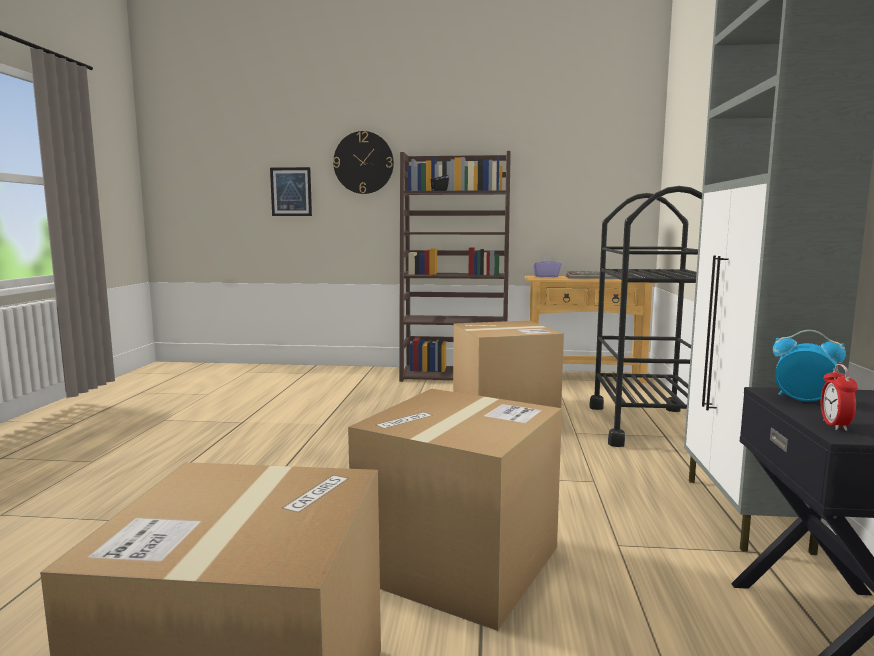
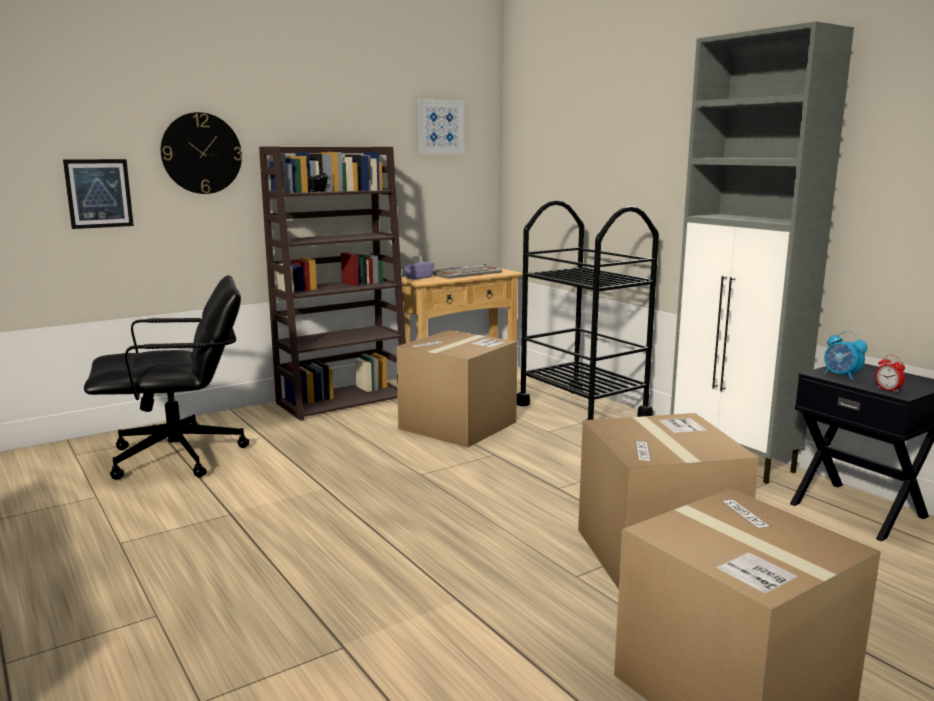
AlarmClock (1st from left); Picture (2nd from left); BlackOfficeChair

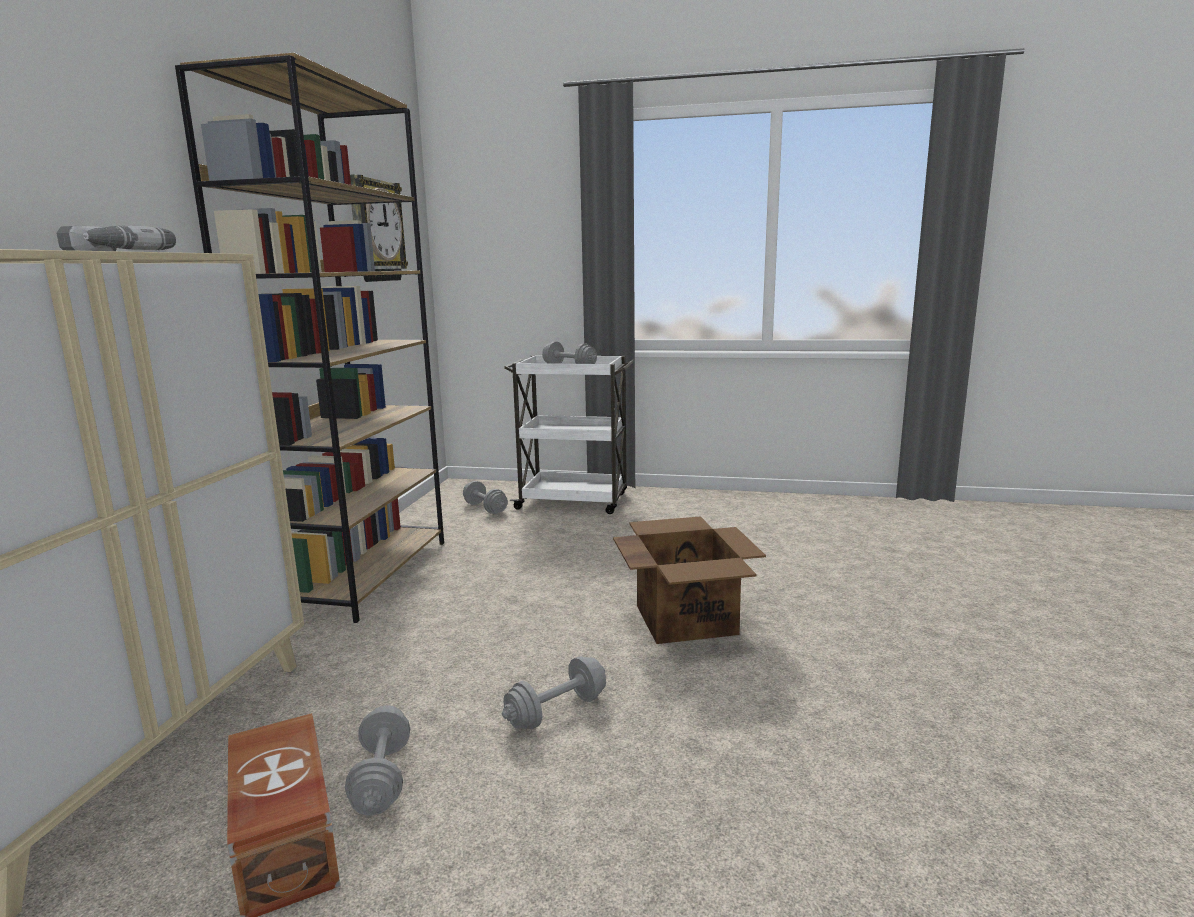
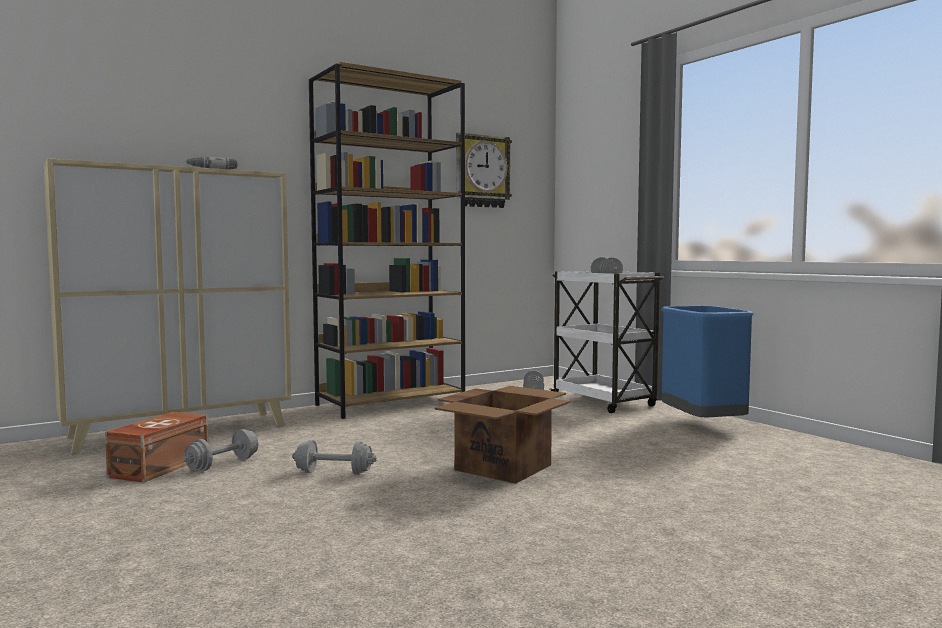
BlueRubbishBin

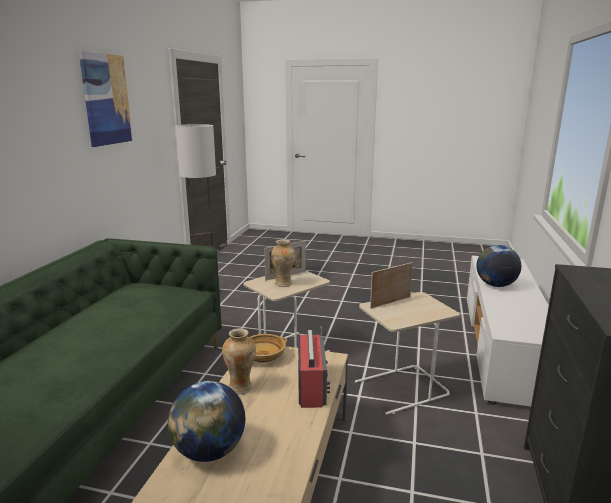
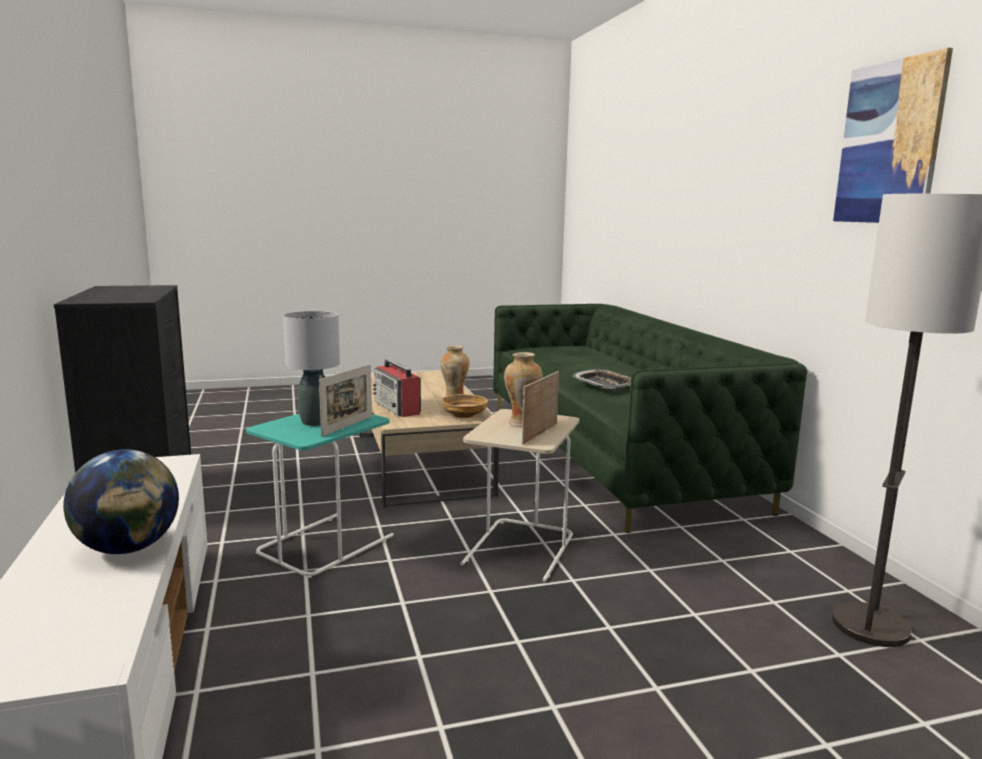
TurquoiseColouredEndTable; WorldGlobe (1st from left in the first image); GreyTableLamp; ServingTray

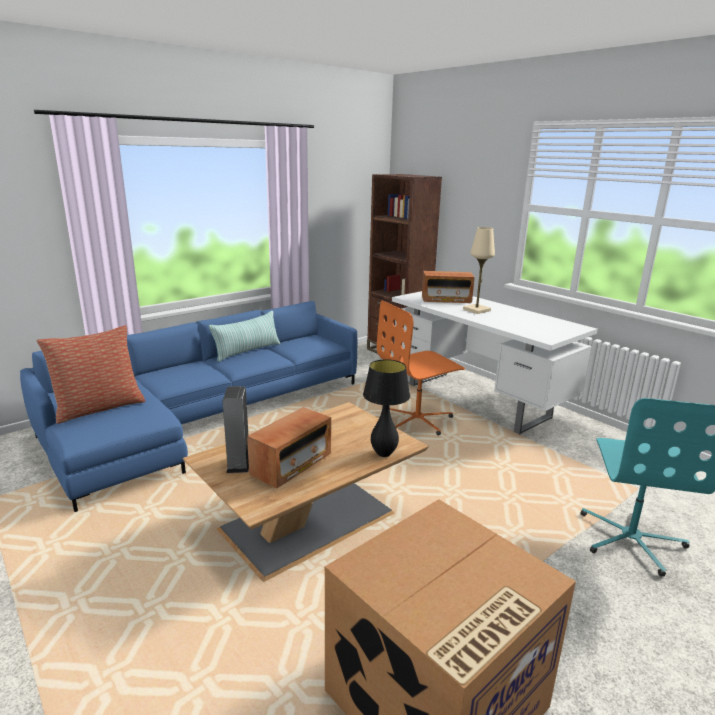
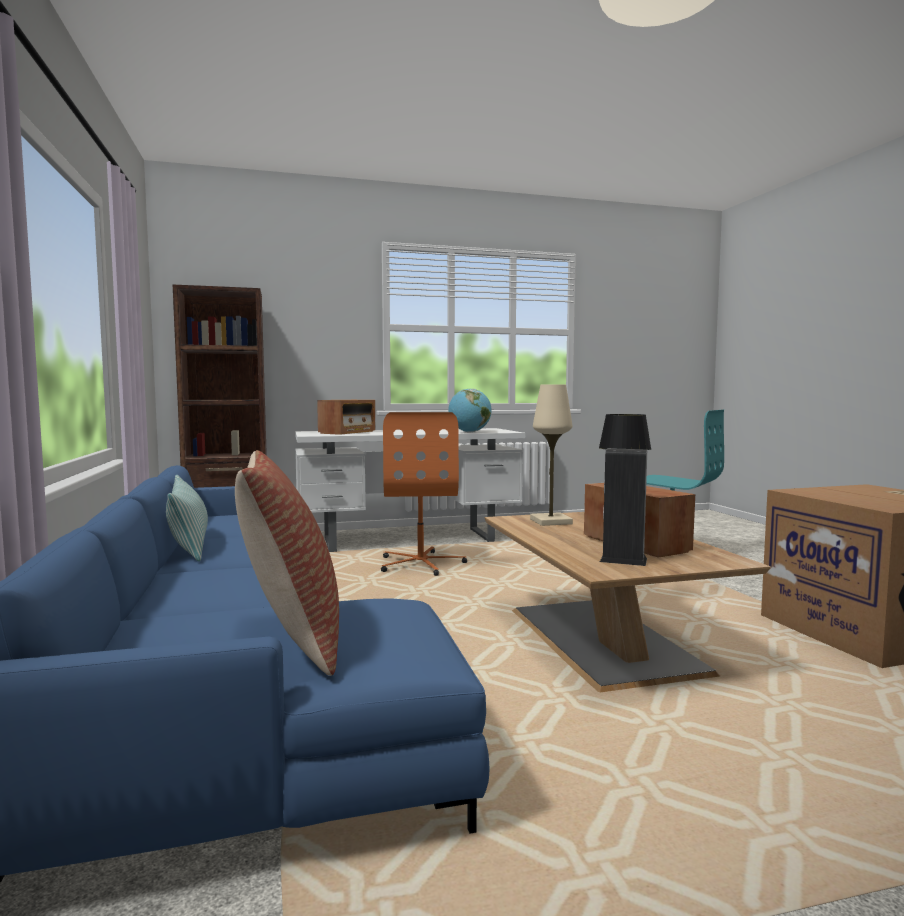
BeigeTableLamp; WorldGlobe

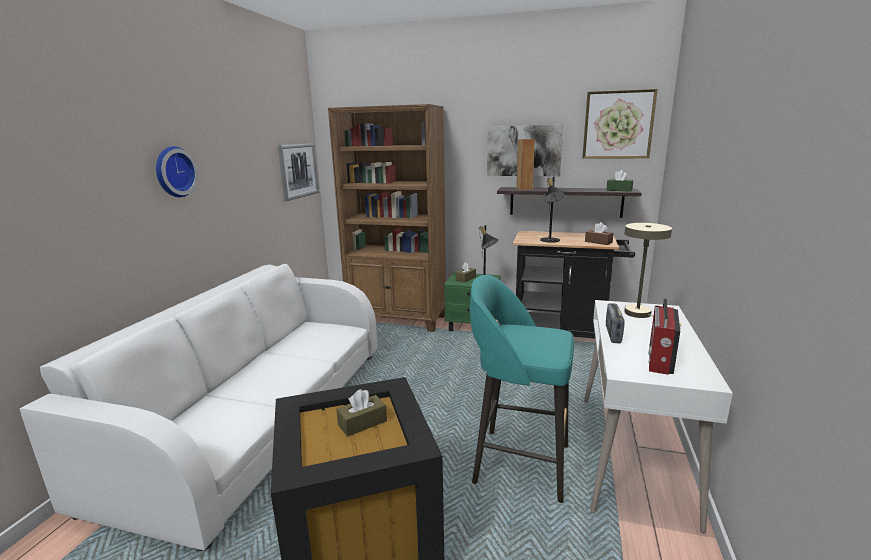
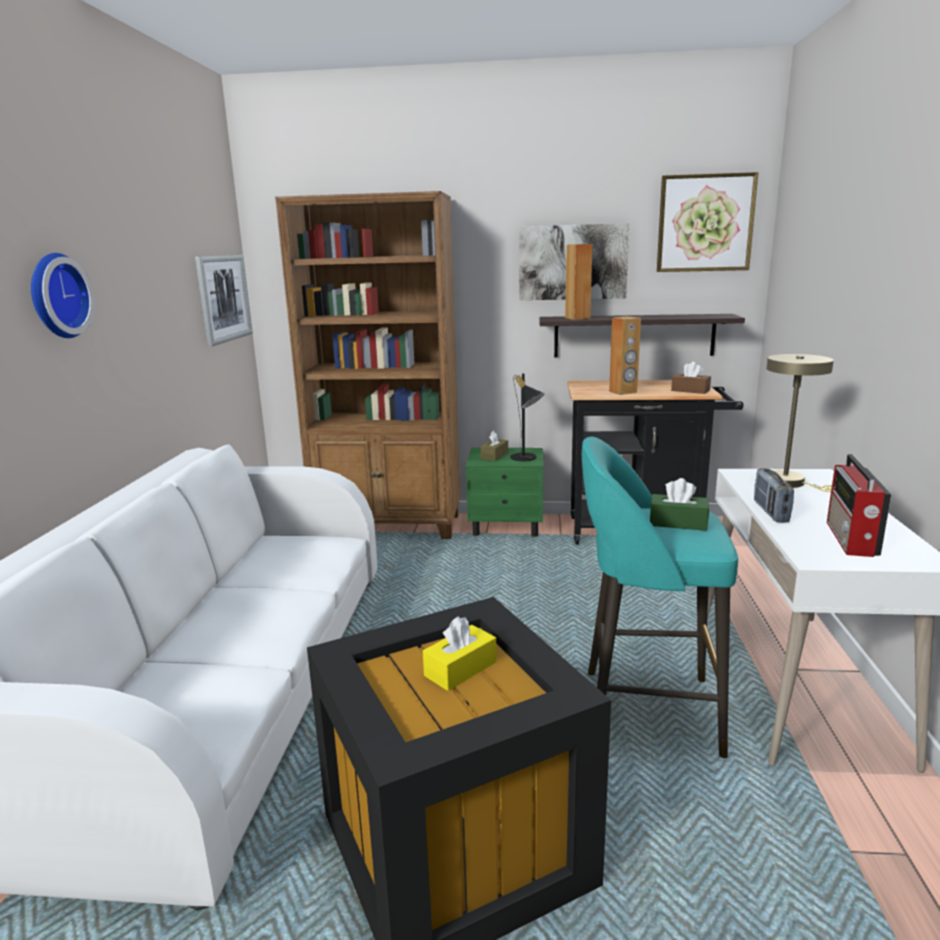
GreenTissueHolder; BrownSpeaker (2nd from left); YellowishTissueHolder

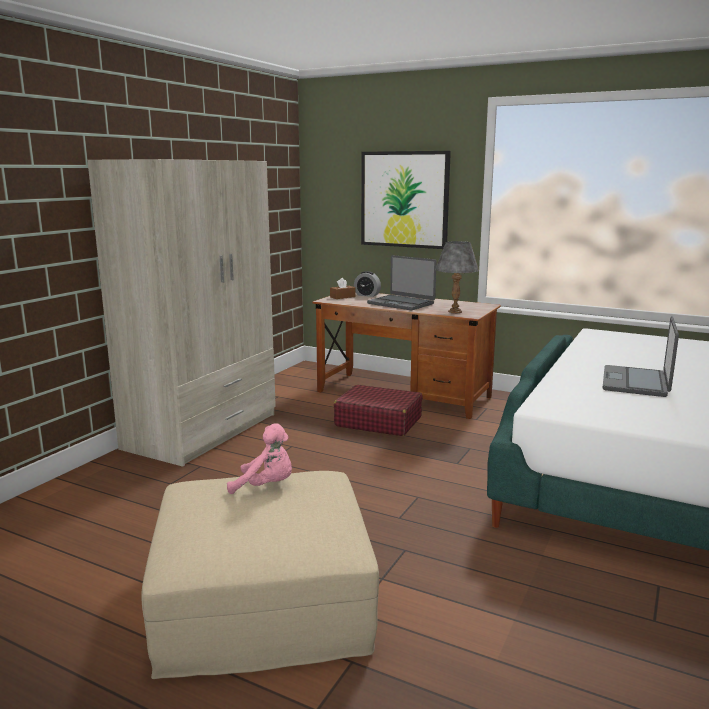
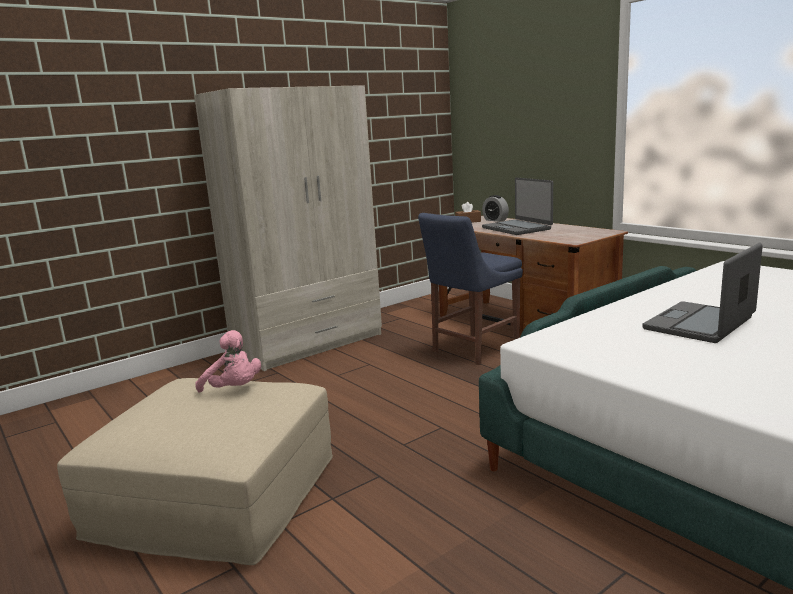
Picture; GreyTableLamp; BlueUprightChair

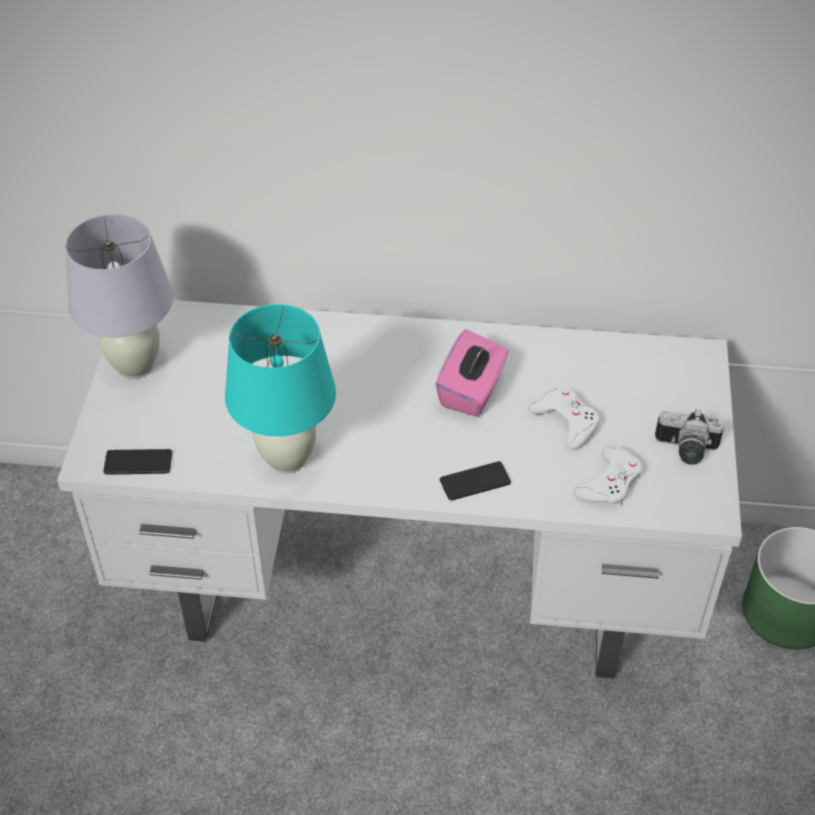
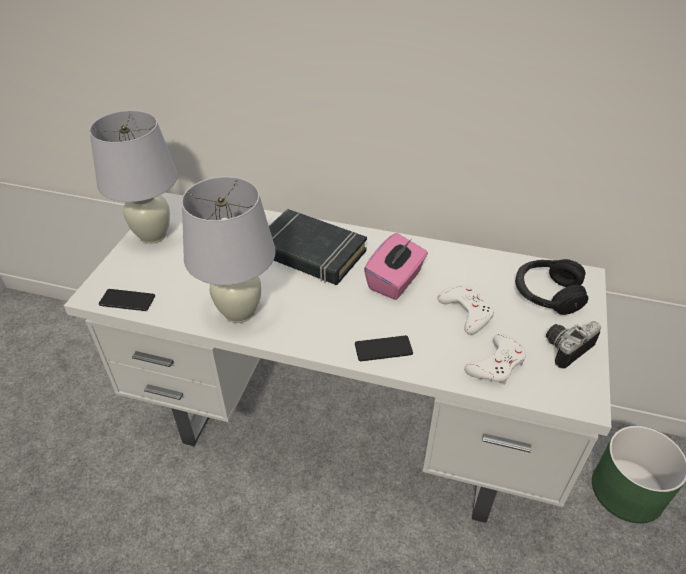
WhiteColouredTableLamp (2nd from left); PhotoCamera; BlackBook; BlackPairOfHeadphones

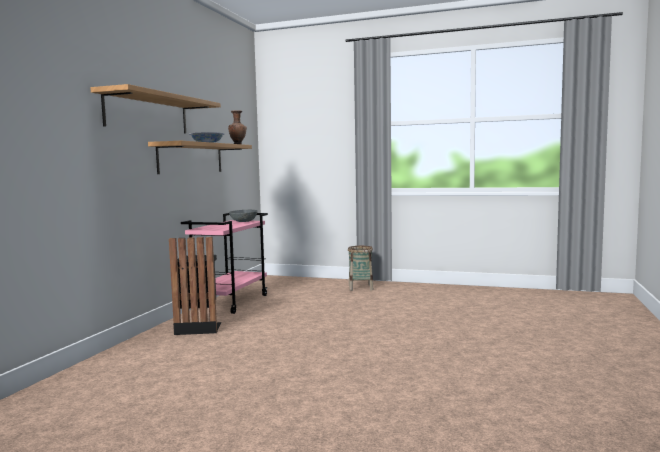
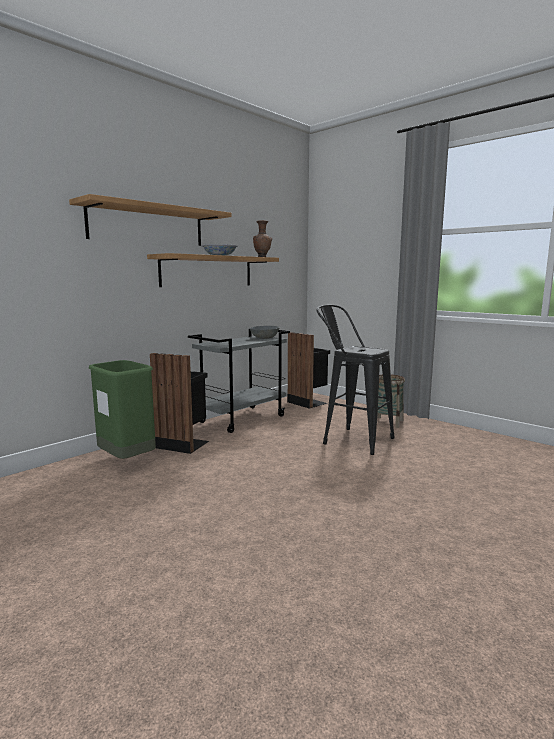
GreyWheeledCart; BlackStool; BlackRubbishBin (2nd from left); GreenRubbishBin

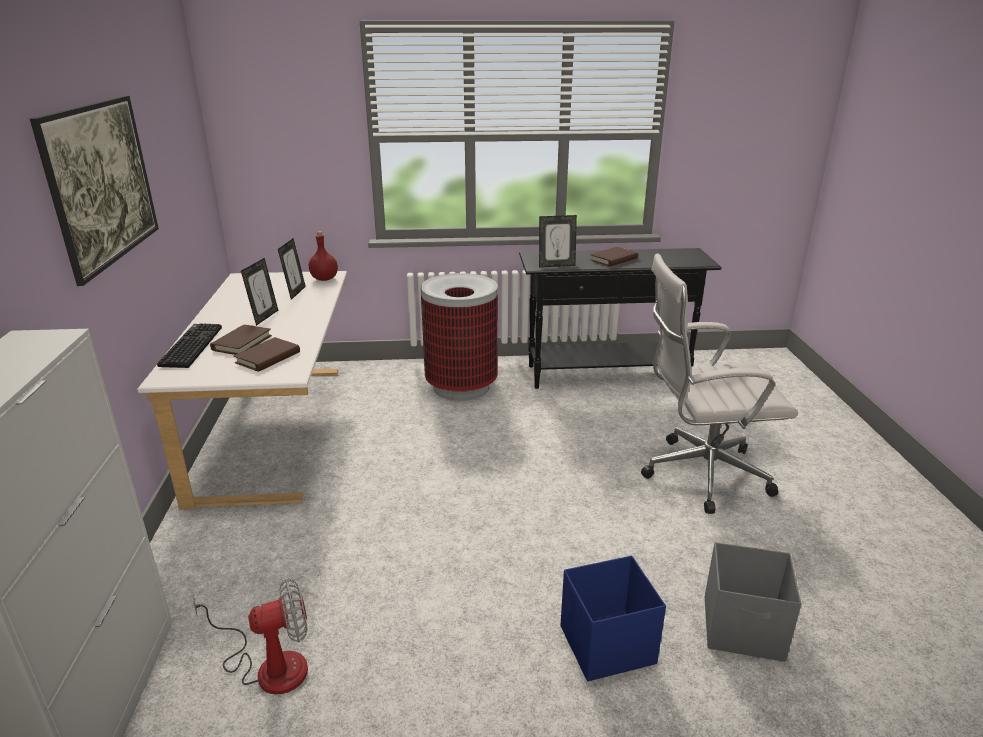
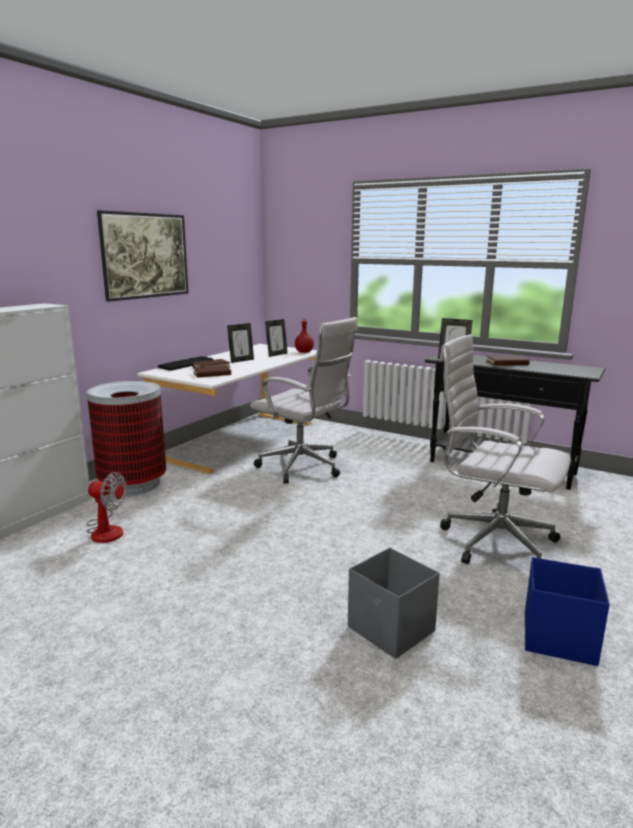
RubbishBin; BlueStorageContainer; WhiteColouredOfficeChair (1st from left)

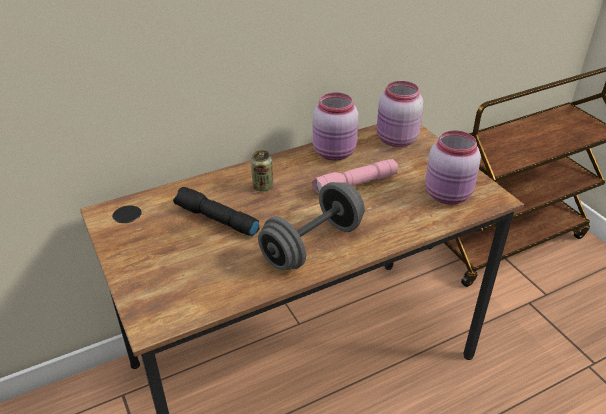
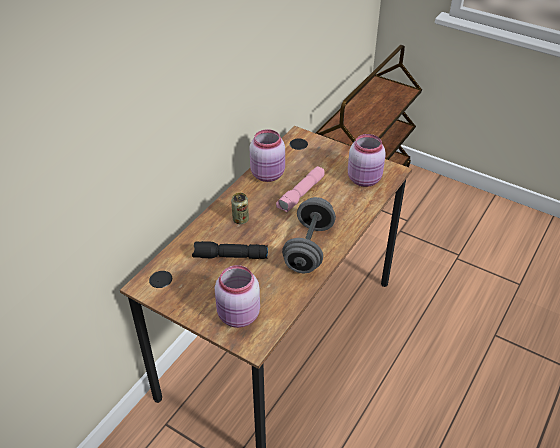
PinkishStorageJar (1st from left)

